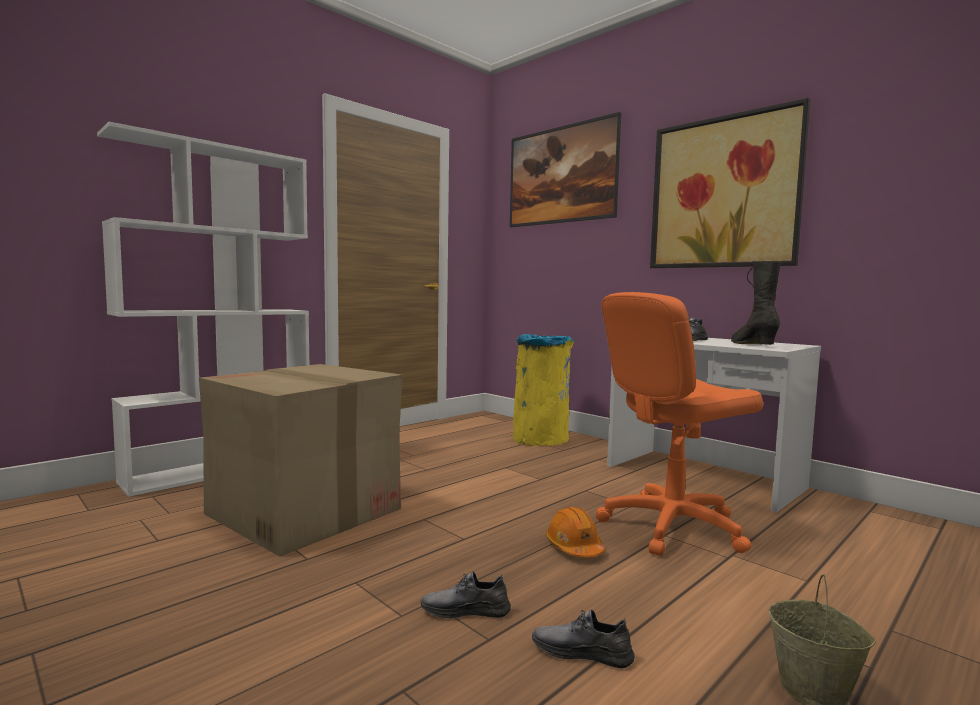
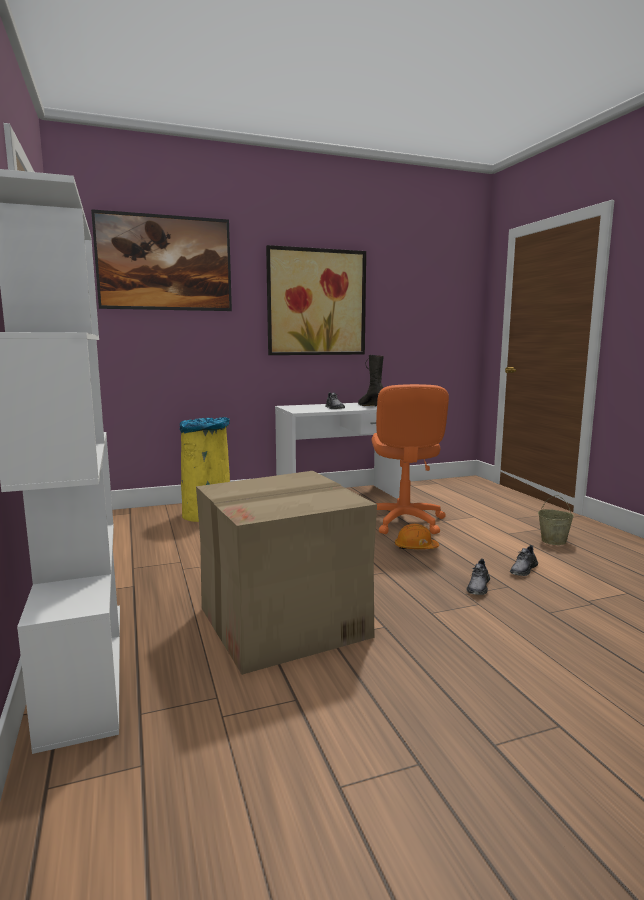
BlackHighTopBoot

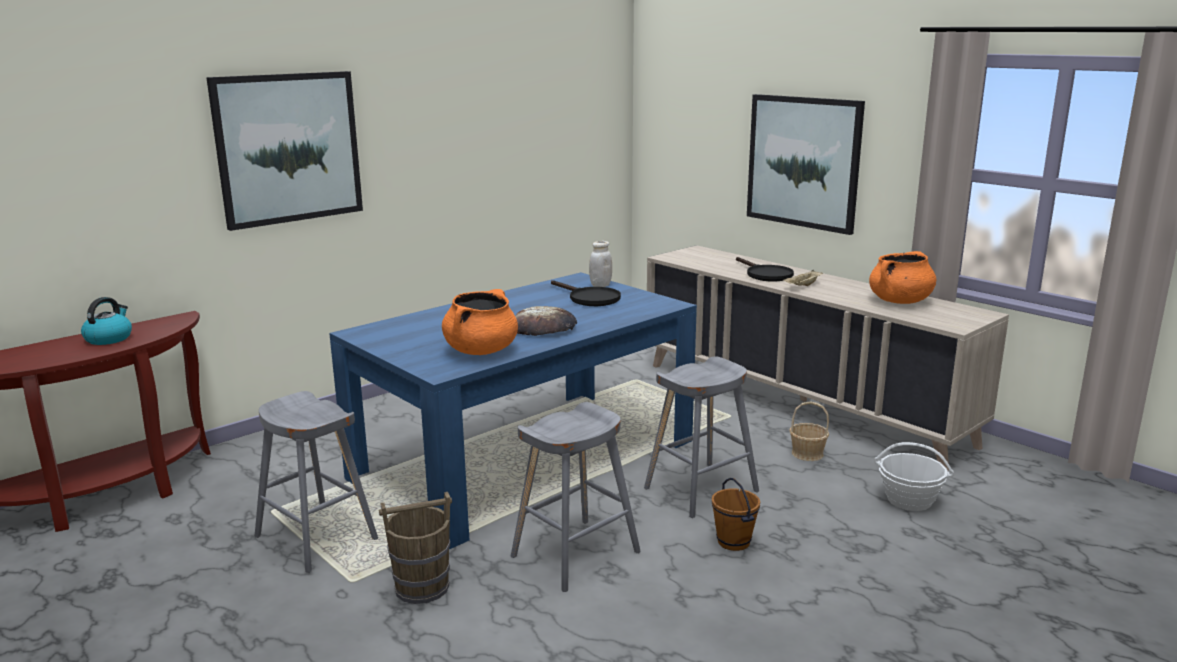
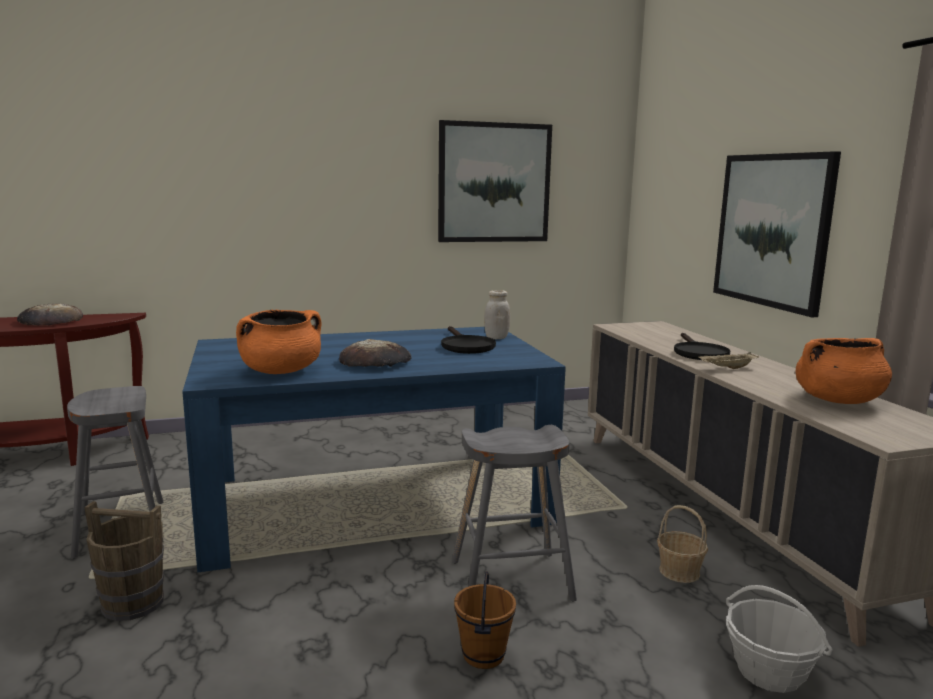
Picture (1st from left); Bread (1st from left); GreyStool (2nd from left in the first image)

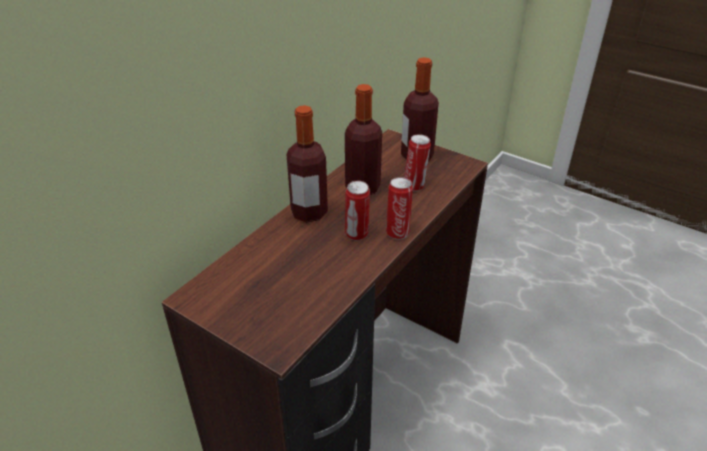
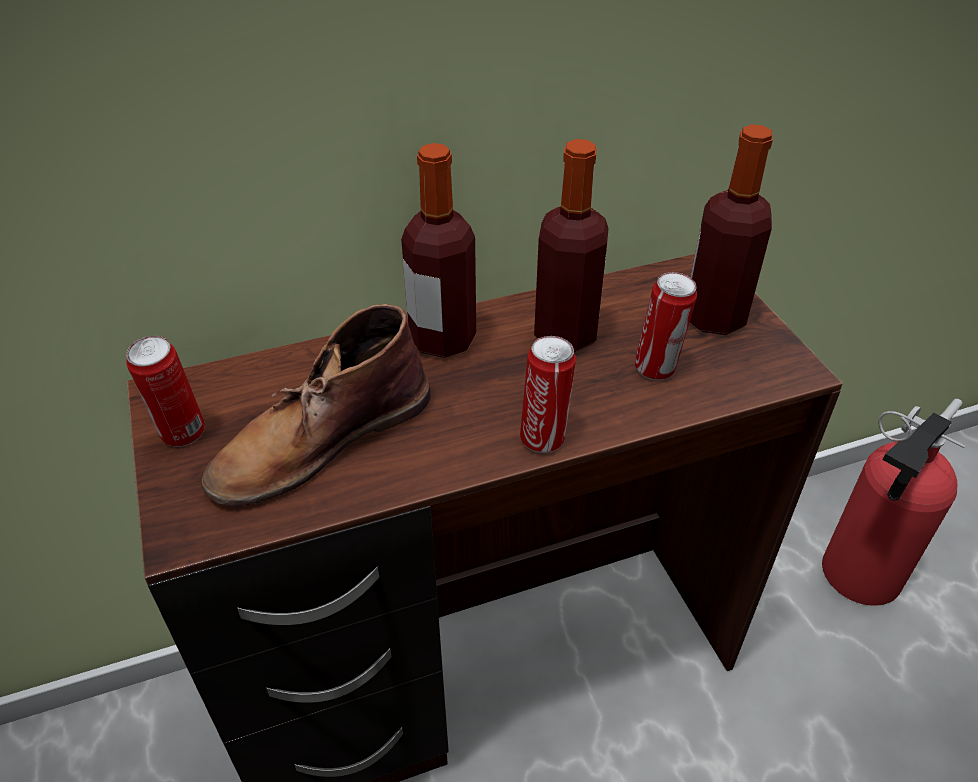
SealedCan (1st from left); BrownHighTopBoot; Extinguisher

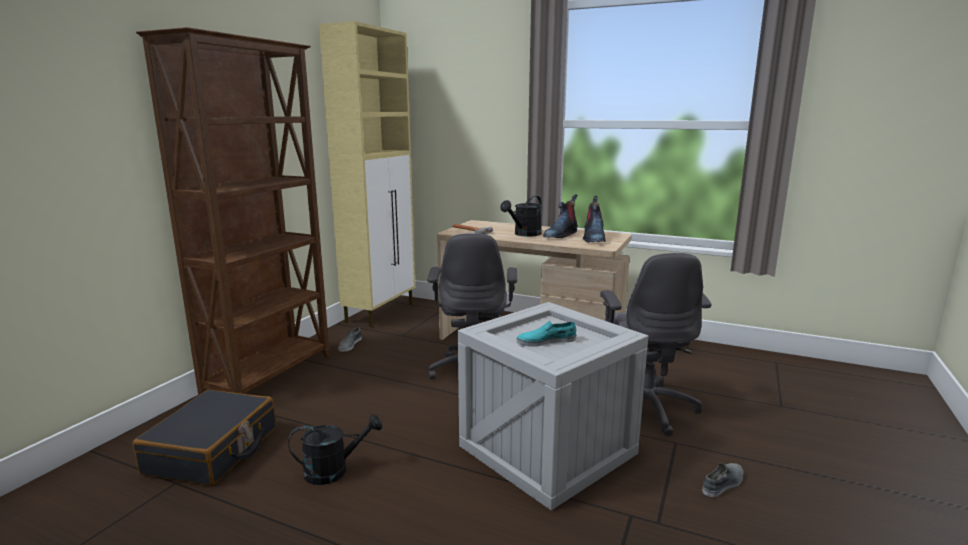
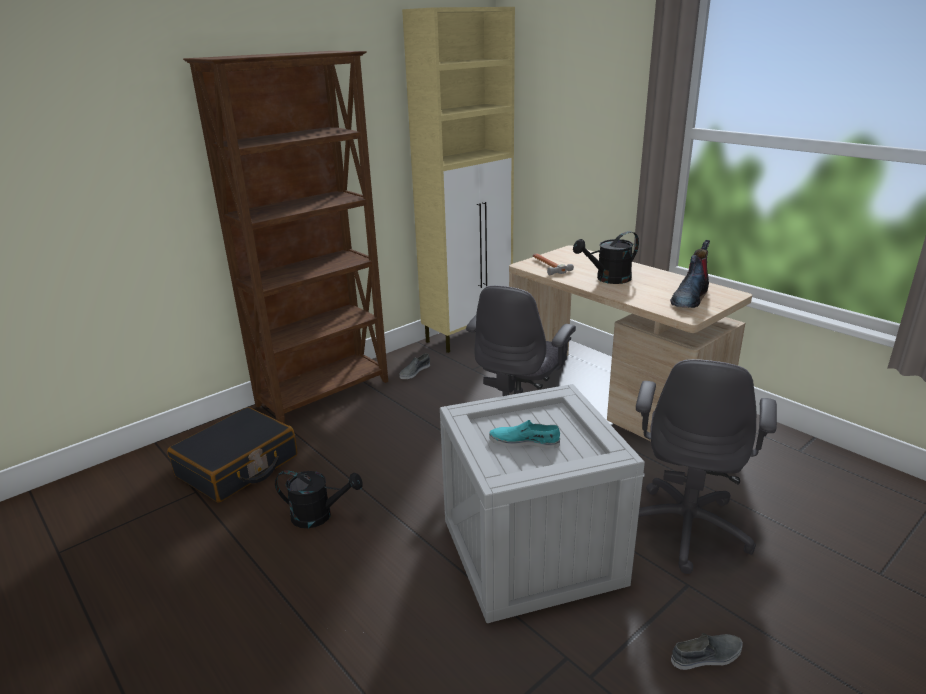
HighTopBoot (1st from left in the first image)

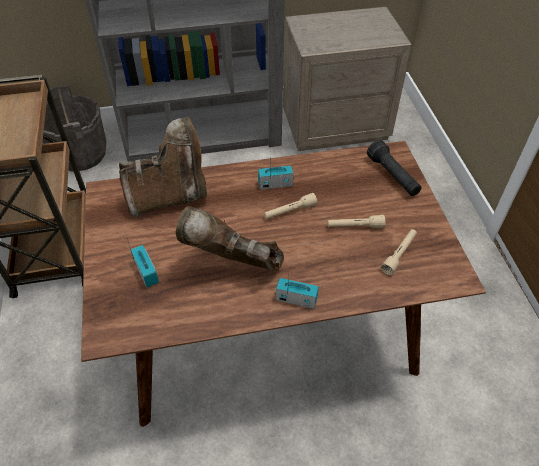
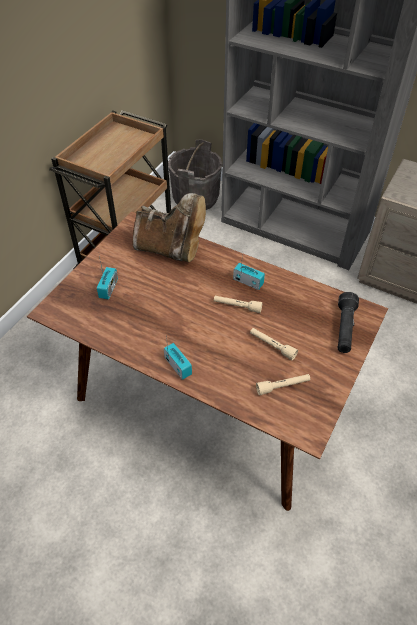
BrownHighTopBoot (2nd from left in the first image)

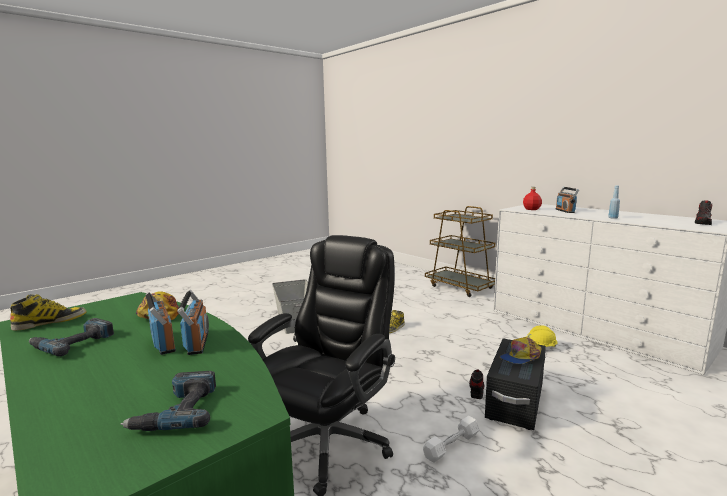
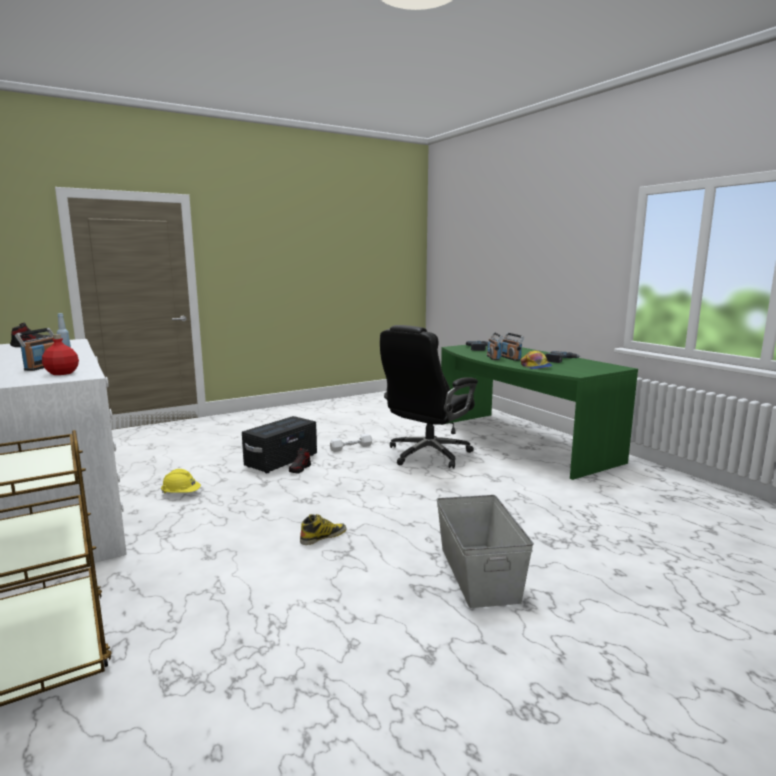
HighTopBoot (1st from left in the first image); BaseballCap (2nd from left in the first image)

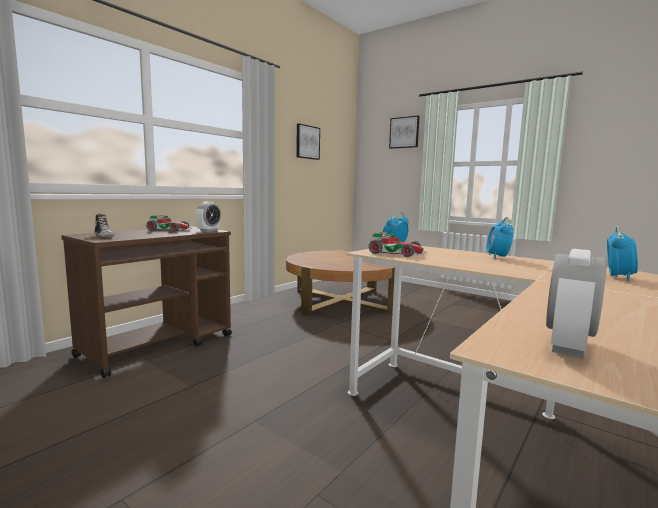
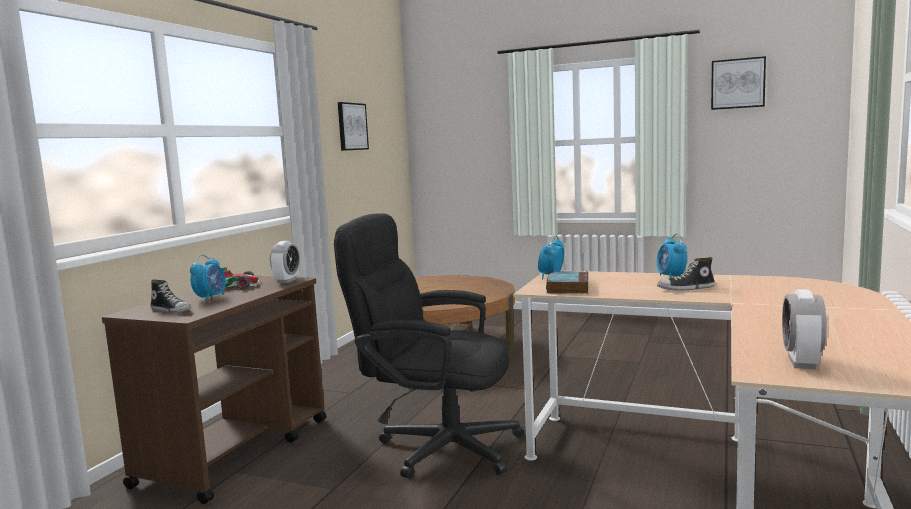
Picture (2nd from left); AlarmClock (1st from left); Book; BlackOfficeChair; LowShoe (2nd from left)

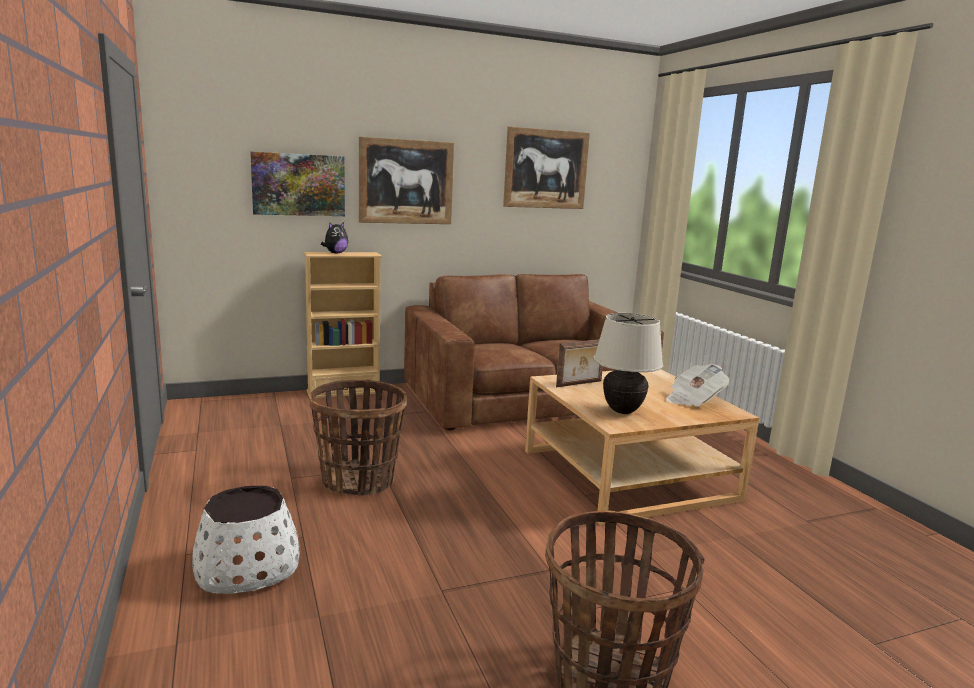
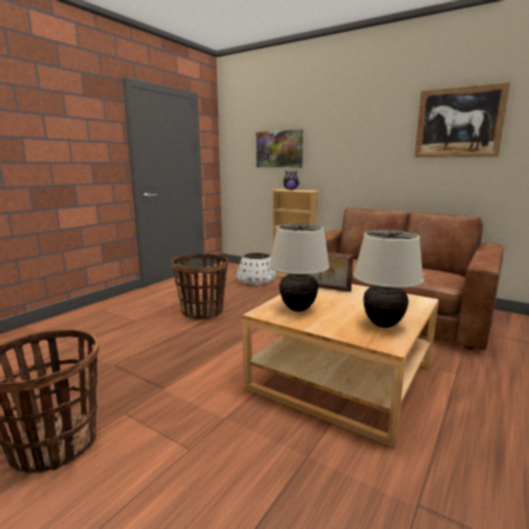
Picture (2nd from left in the first image); BeigeTableLamp (2nd from left); WhiteColouredFlowerPot

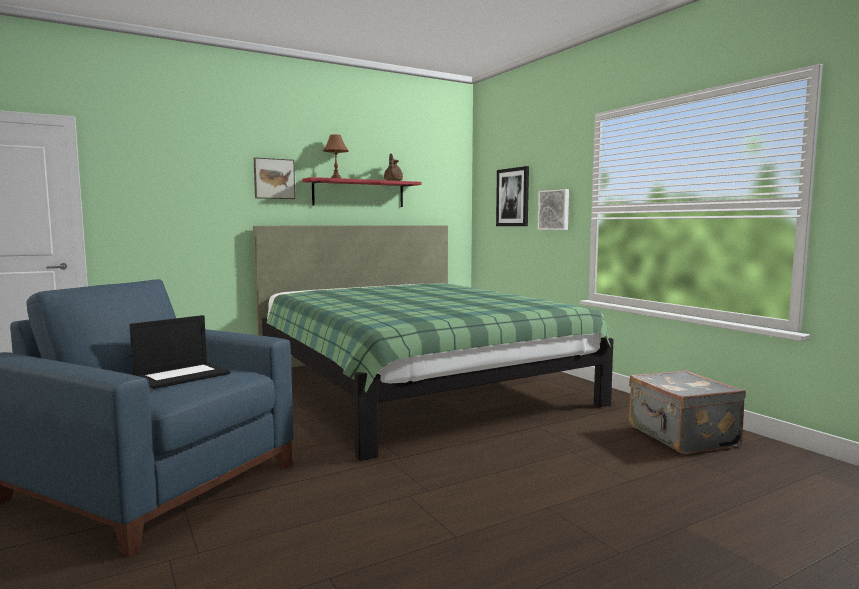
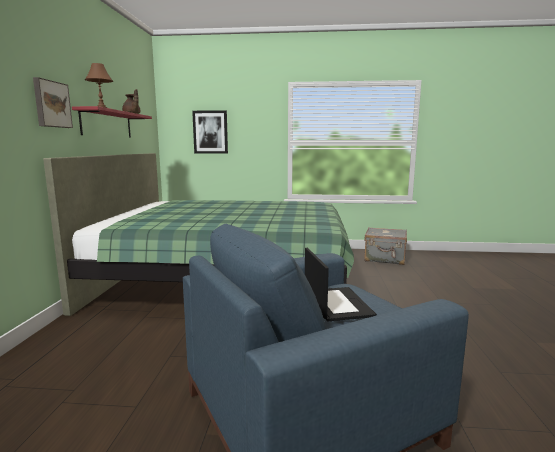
Picture (3rd from left in the first image)

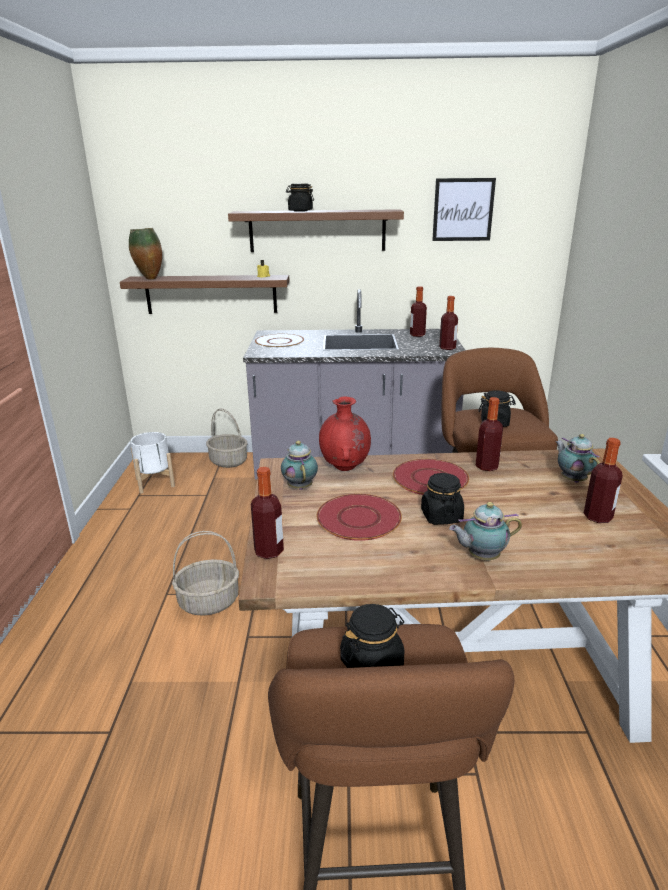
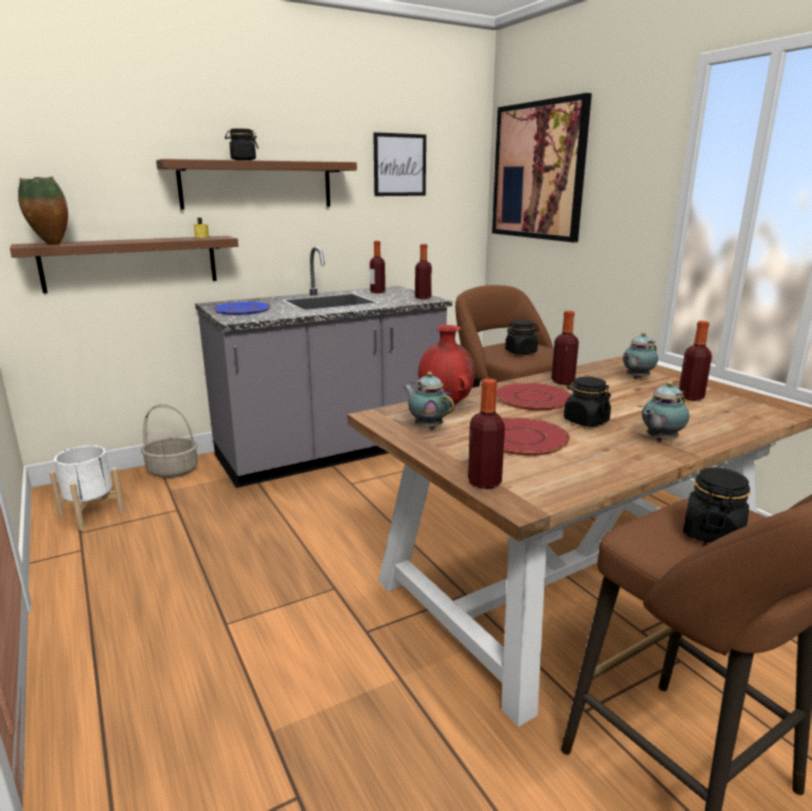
BlueFlatDish; PotForTea (2nd from left); Basket (1st from left in the first image); Picture (2nd from left)

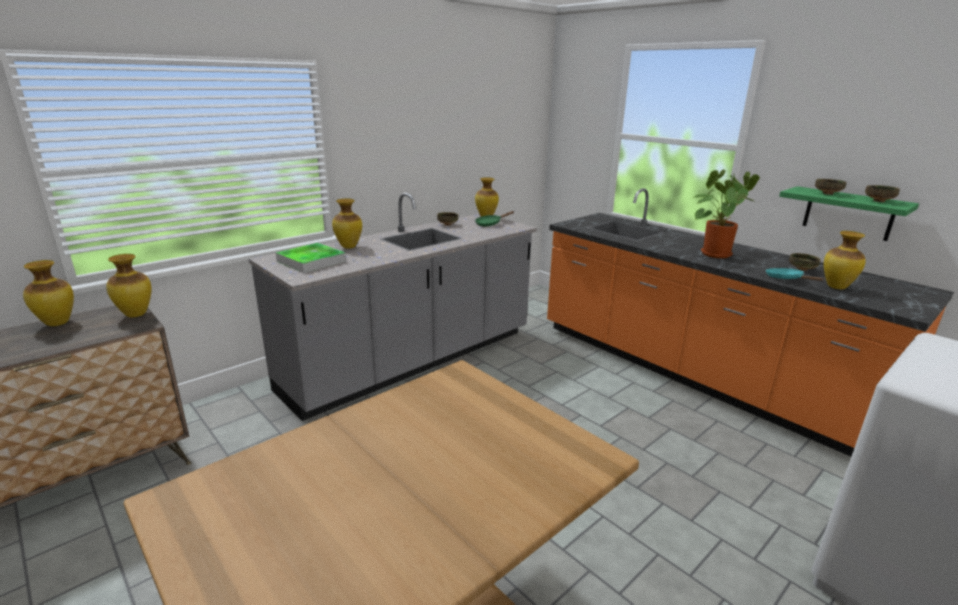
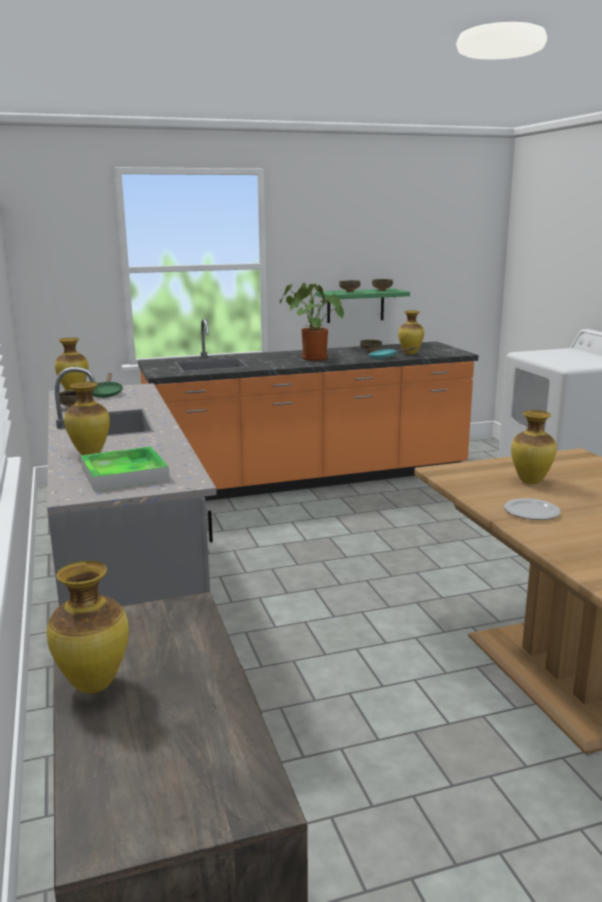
DecorativeVase (5th from left); FlatDish

